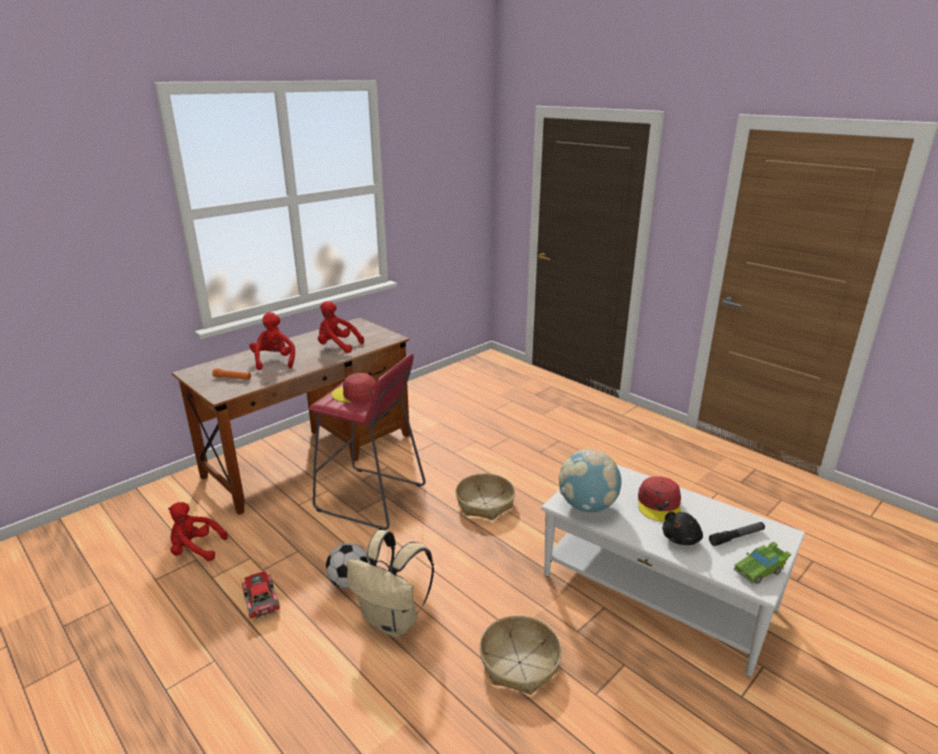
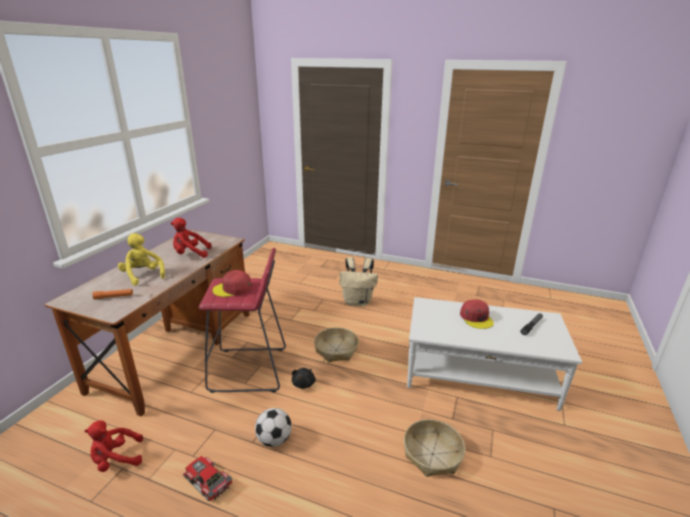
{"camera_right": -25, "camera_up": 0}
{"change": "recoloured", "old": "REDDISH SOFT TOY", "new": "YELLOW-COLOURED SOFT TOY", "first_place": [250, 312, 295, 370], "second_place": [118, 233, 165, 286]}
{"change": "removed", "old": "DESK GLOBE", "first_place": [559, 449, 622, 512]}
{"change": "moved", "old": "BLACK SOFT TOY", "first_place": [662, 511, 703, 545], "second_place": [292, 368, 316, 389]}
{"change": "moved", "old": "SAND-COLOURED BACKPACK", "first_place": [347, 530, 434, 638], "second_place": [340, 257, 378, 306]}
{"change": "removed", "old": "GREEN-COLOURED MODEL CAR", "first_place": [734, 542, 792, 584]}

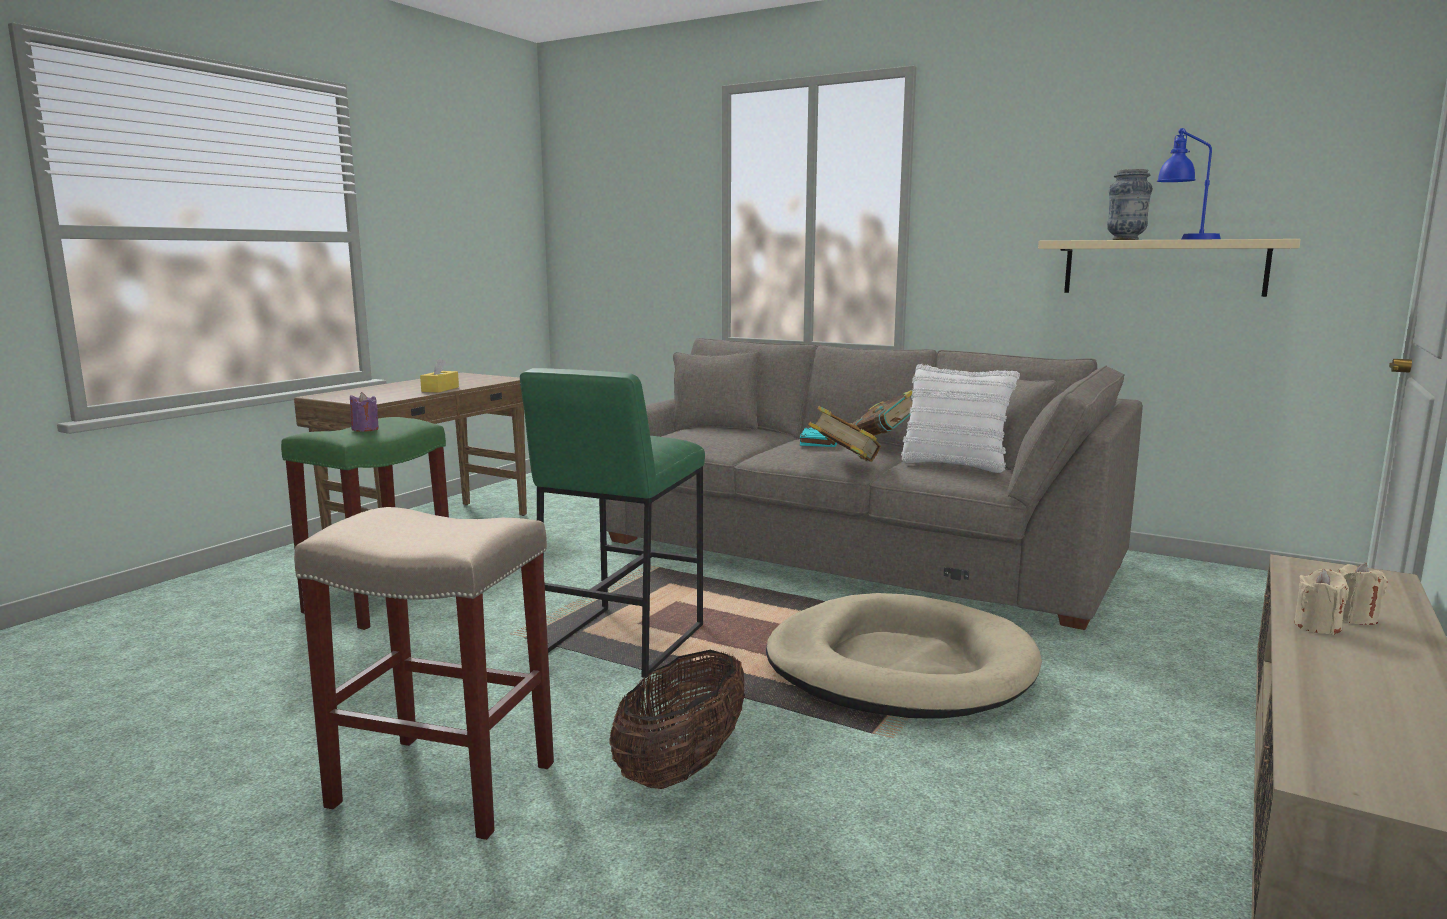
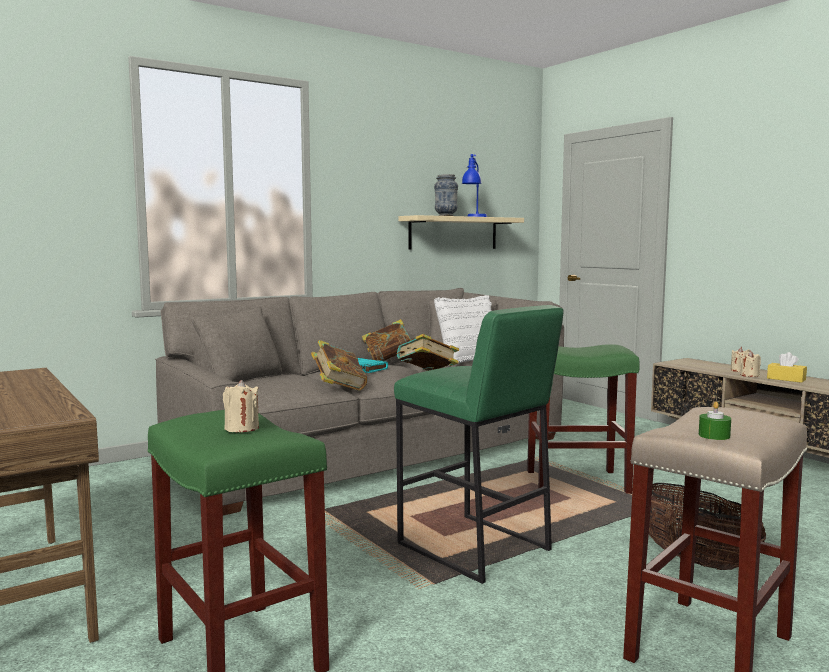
{"camera_right": -65, "camera_up": -5}
{"change": "moved", "old": "YELLOW-COLOURED TISSUE HOLDER", "first_place": [420, 358, 459, 393], "second_place": [767, 352, 807, 383]}
{"change": "recoloured", "old": "PURPLE CANDLE", "new": "SAND-COLOURED CANDLE", "first_place": [350, 392, 379, 432], "second_place": [223, 380, 259, 432]}
{"change": "replaced", "old": "SAND-COLOURED PET BED", "new": "GREEN-COLOURED SITTING STOOL", "first_place": [766, 593, 1042, 719], "second_place": [527, 344, 640, 494]}
{"change": "added", "new": "BOUND BOOK", "second_place": [311, 340, 367, 391]}
{"change": "added", "new": "GREEN-COLOURED CANDLE", "second_place": [699, 401, 731, 440]}

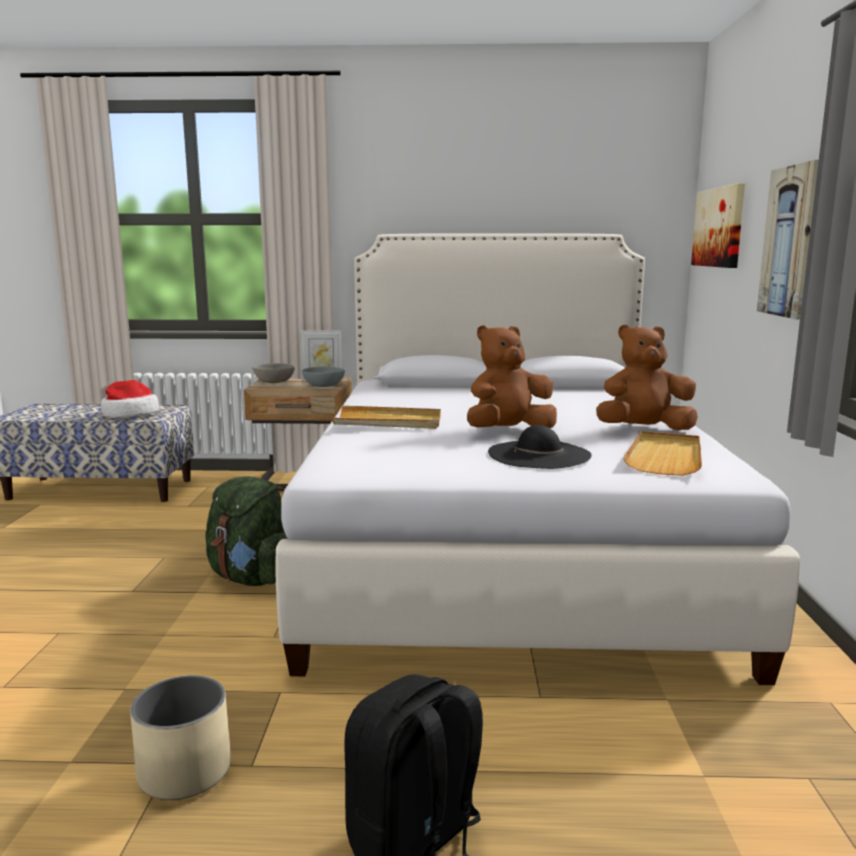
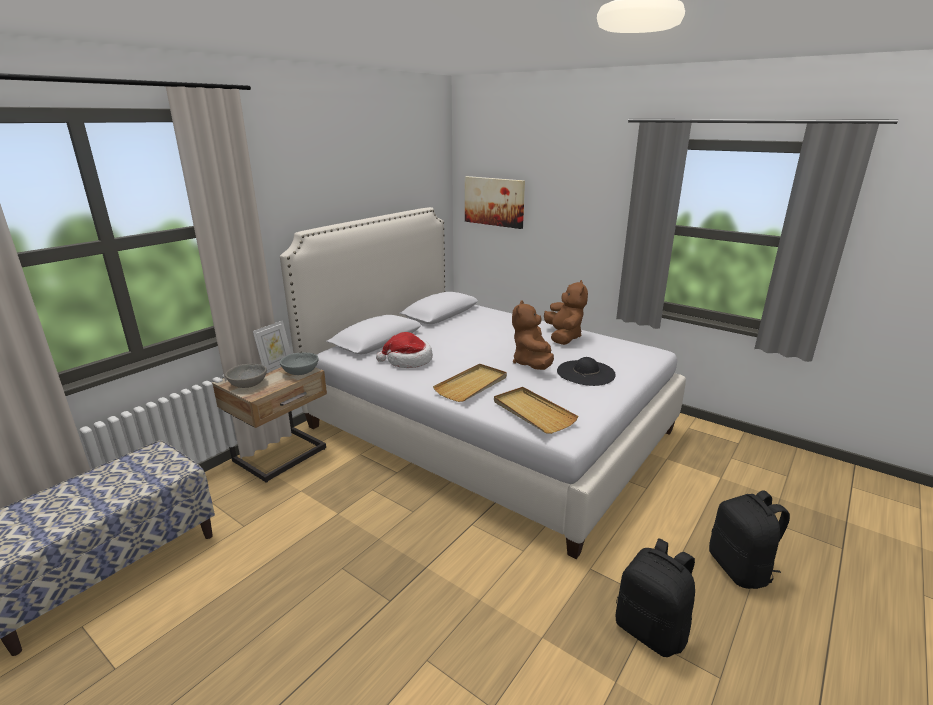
{"camera_right": -55, "camera_up": 10}
{"change": "removed", "old": "PICTURE", "first_place": [757, 160, 819, 320]}
{"change": "turned", "old": "BROWNISH SOFT TOY", "first_place": [596, 324, 698, 431], "second_place": [544, 280, 588, 345], "degrees": 150}
{"change": "moved", "old": "WEARABLE HAT", "first_place": [101, 380, 159, 418], "second_place": [376, 332, 433, 368]}
{"change": "moved", "old": "SAND-COLOURED CARRYING TRAY", "first_place": [623, 431, 702, 476], "second_place": [494, 387, 578, 434]}
{"change": "removed", "old": "GREEN-COLOURED BACKPACK", "first_place": [205, 476, 287, 586]}
{"change": "replaced", "old": "SAND-COLOURED PLANTER", "new": "BLACK BACKPACK", "first_place": [130, 675, 231, 800], "second_place": [616, 538, 695, 657]}

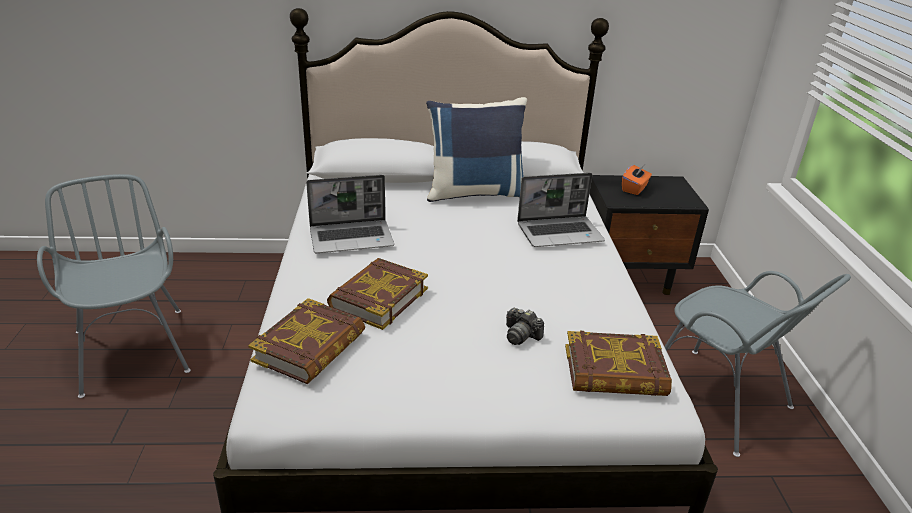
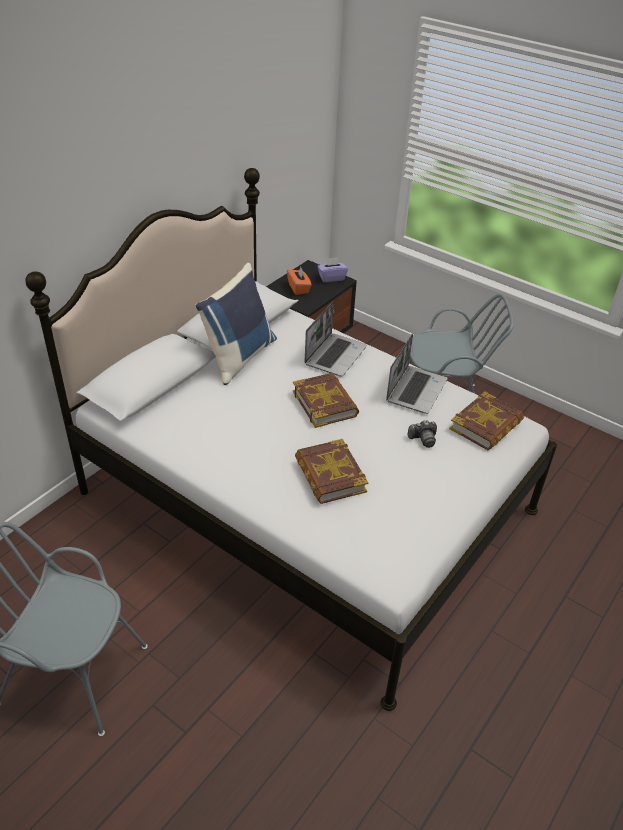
{"camera_right": -50, "camera_up": 10}
{"change": "moved", "old": "PORTABLE COMPUTER", "first_place": [306, 175, 394, 253], "second_place": [386, 333, 448, 414]}
{"change": "moved", "old": "BOUND BOOK", "first_place": [248, 298, 365, 384], "second_place": [293, 373, 359, 428]}
{"change": "added", "new": "PURPLE TISSUE HOLDER", "second_place": [317, 257, 348, 282]}

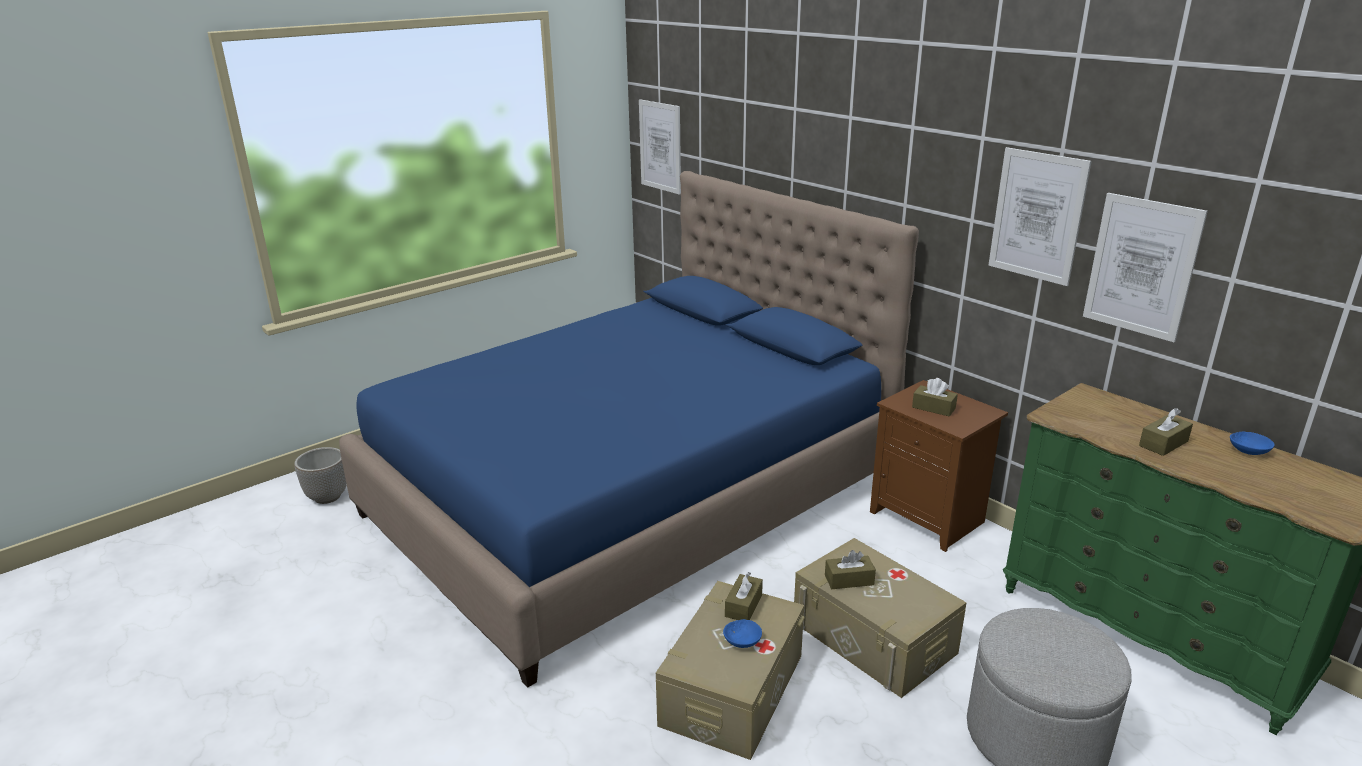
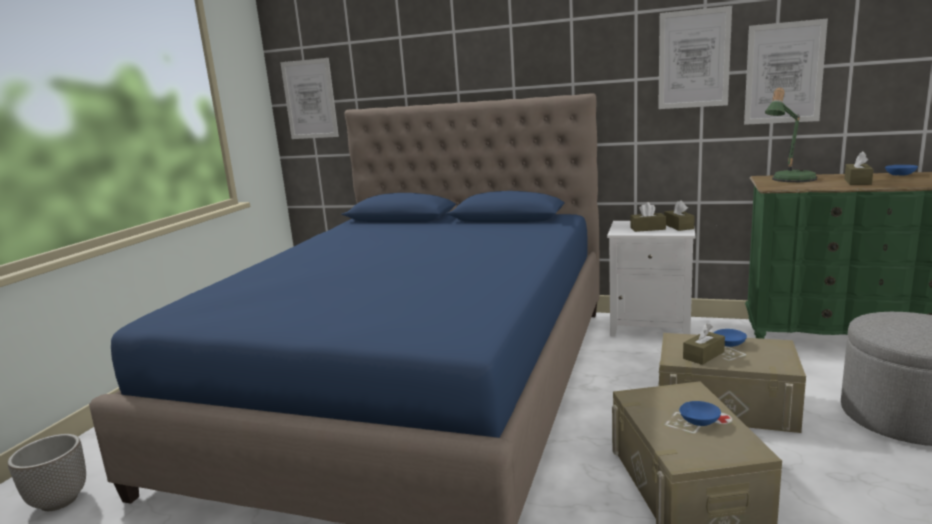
{"camera_right": -30, "camera_up": -10}
{"change": "recoloured", "old": "BROWNISH NIGHT TABLE", "new": "WHITE-COLOURED NIGHT TABLE", "first_place": [870, 380, 1008, 552], "second_place": [607, 221, 695, 336]}
{"change": "moved", "old": "BROWNISH TISSUE HOLDER", "first_place": [725, 572, 763, 620], "second_place": [664, 200, 695, 231]}
{"change": "added", "new": "TABLETOP LAMP", "second_place": [765, 87, 817, 182]}
{"change": "added", "new": "BLUISH BOWL", "second_place": [714, 329, 747, 347]}

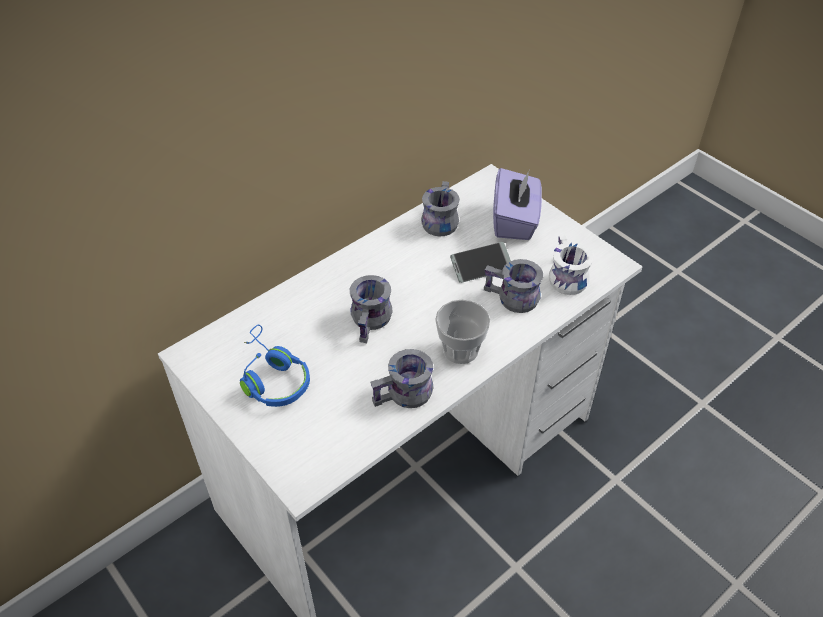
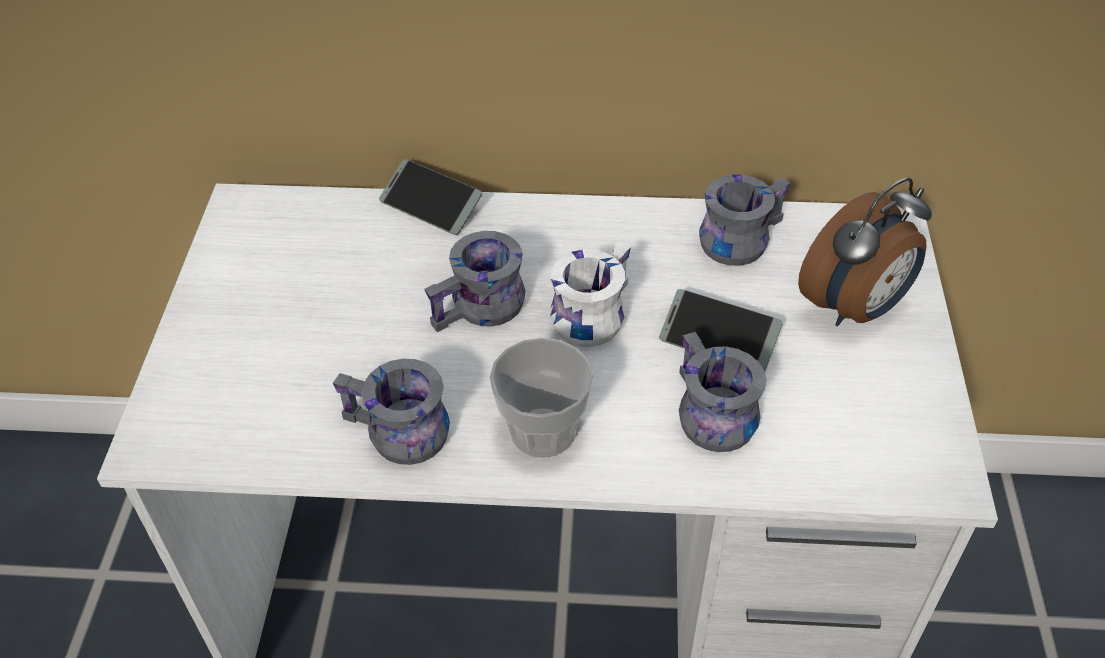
{"camera_right": 45, "camera_up": 0}
{"change": "replaced", "old": "PURPLE TISSUE HOLDER", "new": "ALARM CLOCK", "first_place": [493, 168, 542, 240], "second_place": [798, 177, 932, 326]}
{"change": "moved", "old": "WHITE-COLOURED TEA MUG", "first_place": [549, 235, 594, 295], "second_place": [550, 242, 631, 347]}
{"change": "removed", "old": "BLUISH PAIR OF HEADPHONES", "first_place": [240, 325, 310, 407]}
{"change": "added", "new": "HANDSET", "second_place": [379, 159, 482, 235]}

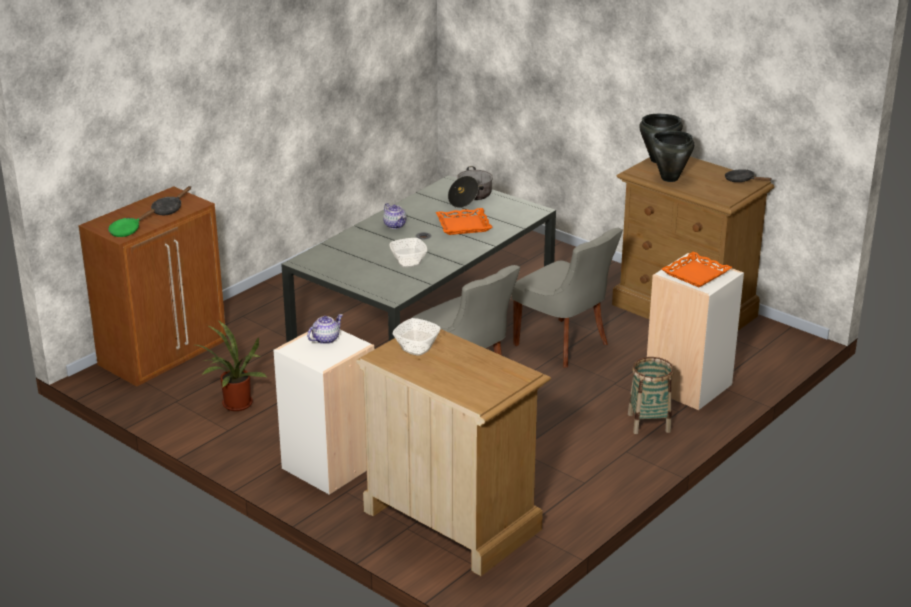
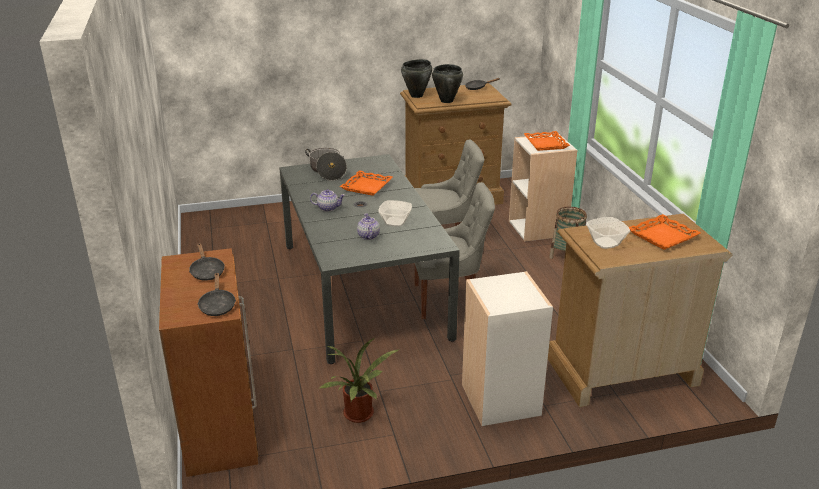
{"camera_right": -55, "camera_up": 0}
{"change": "recoloured", "old": "GREEN-COLOURED PAN", "new": "BLACK PAN", "first_place": [108, 209, 155, 237], "second_place": [197, 273, 236, 316]}
{"change": "moved", "old": "TEAPOT", "first_place": [307, 314, 343, 344], "second_place": [357, 213, 380, 240]}
{"change": "added", "new": "ORANGEY CARRYING TRAY", "second_place": [629, 214, 701, 250]}

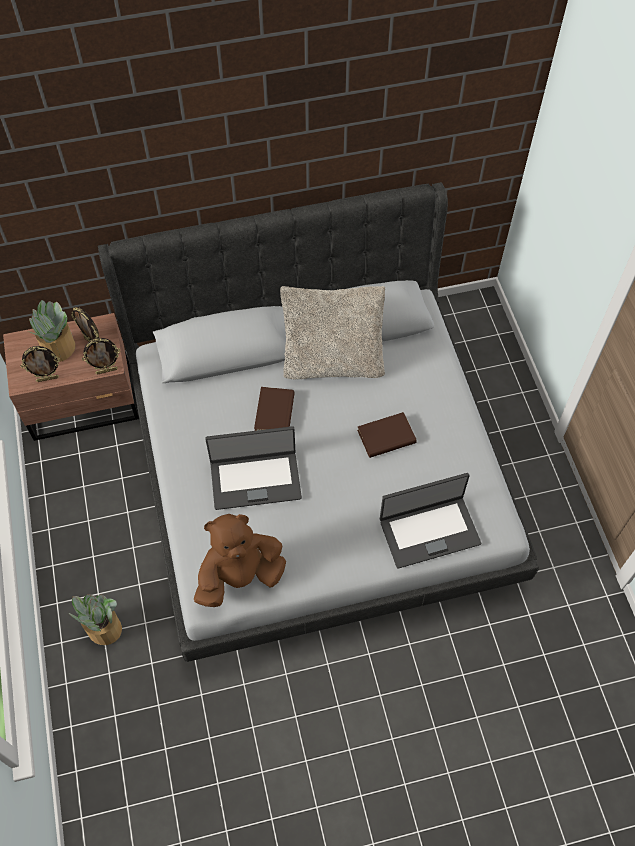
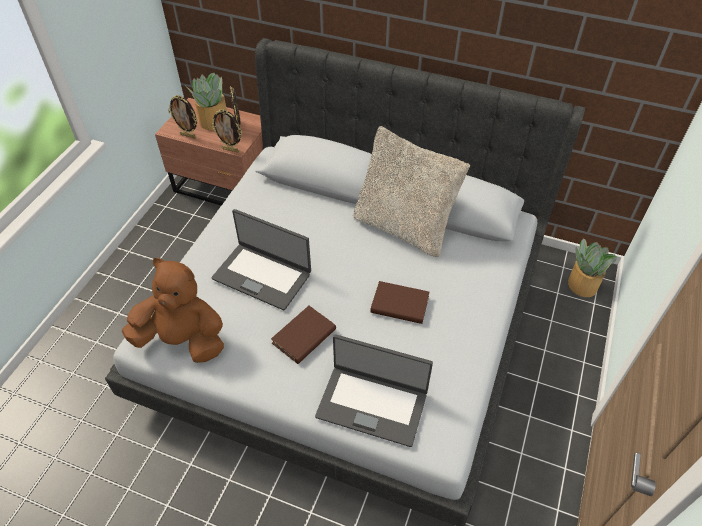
{"camera_right": 35, "camera_up": -10}
{"change": "moved", "old": "BROWNISH BOUND BOOK", "first_place": [254, 387, 295, 431], "second_place": [271, 306, 336, 364]}
{"change": "moved", "old": "PLANT IN A POT", "first_place": [68, 594, 122, 645], "second_place": [568, 238, 617, 297]}

